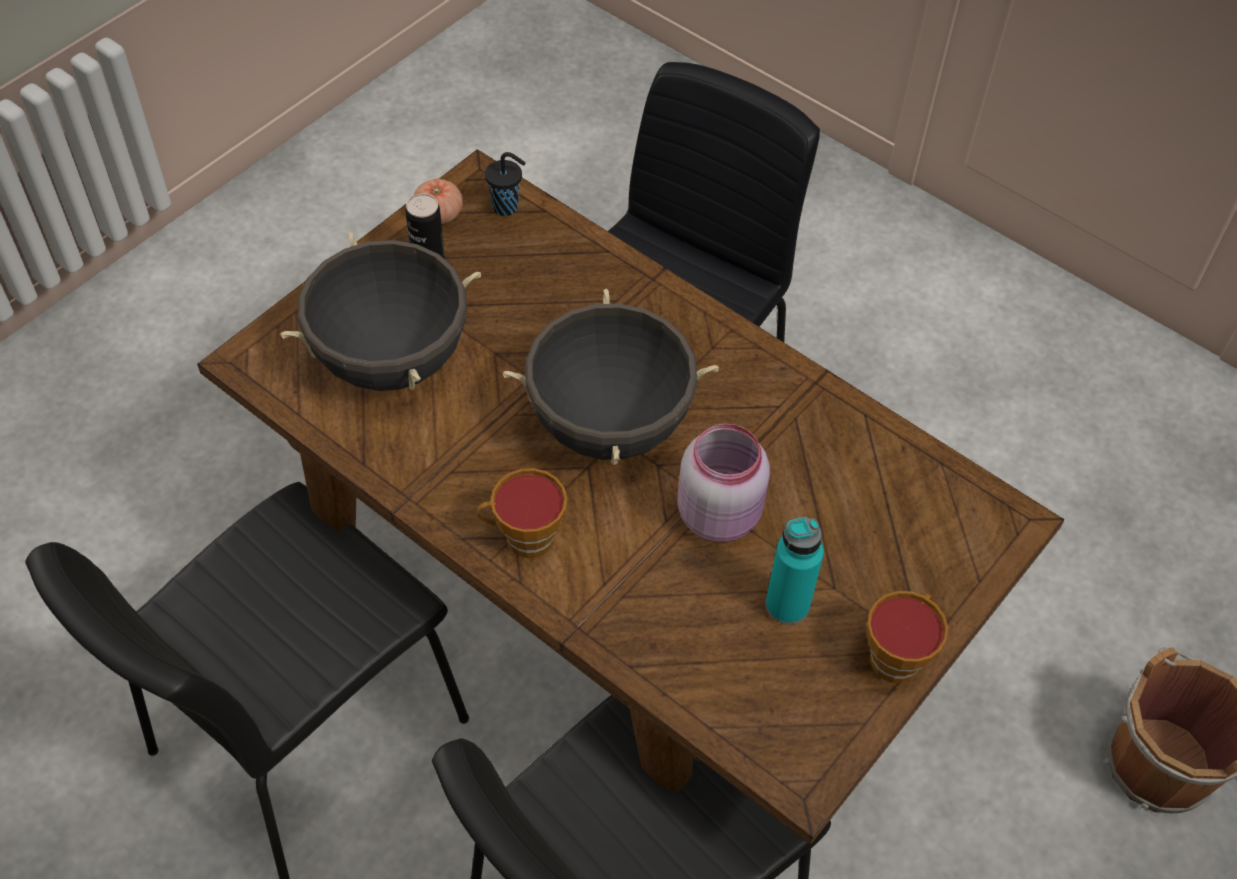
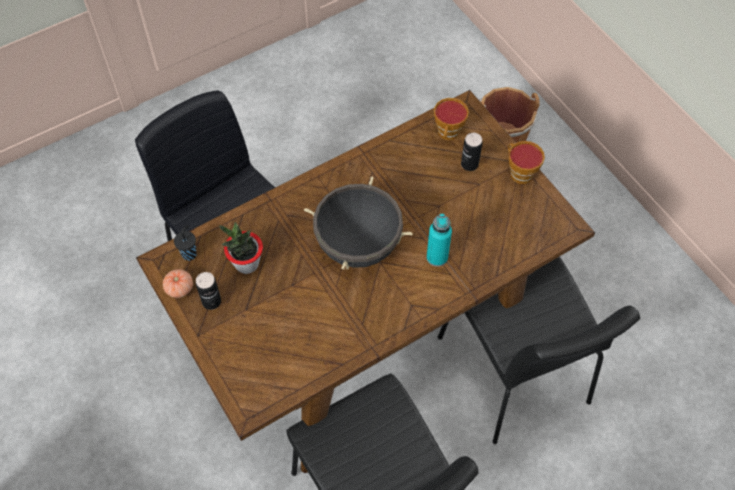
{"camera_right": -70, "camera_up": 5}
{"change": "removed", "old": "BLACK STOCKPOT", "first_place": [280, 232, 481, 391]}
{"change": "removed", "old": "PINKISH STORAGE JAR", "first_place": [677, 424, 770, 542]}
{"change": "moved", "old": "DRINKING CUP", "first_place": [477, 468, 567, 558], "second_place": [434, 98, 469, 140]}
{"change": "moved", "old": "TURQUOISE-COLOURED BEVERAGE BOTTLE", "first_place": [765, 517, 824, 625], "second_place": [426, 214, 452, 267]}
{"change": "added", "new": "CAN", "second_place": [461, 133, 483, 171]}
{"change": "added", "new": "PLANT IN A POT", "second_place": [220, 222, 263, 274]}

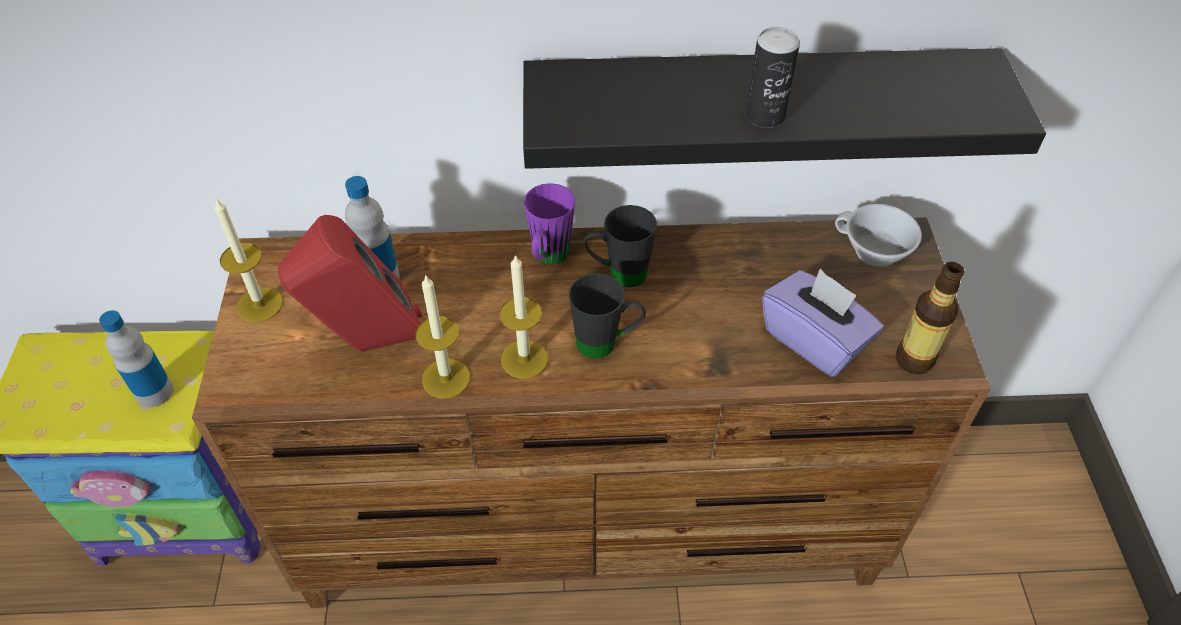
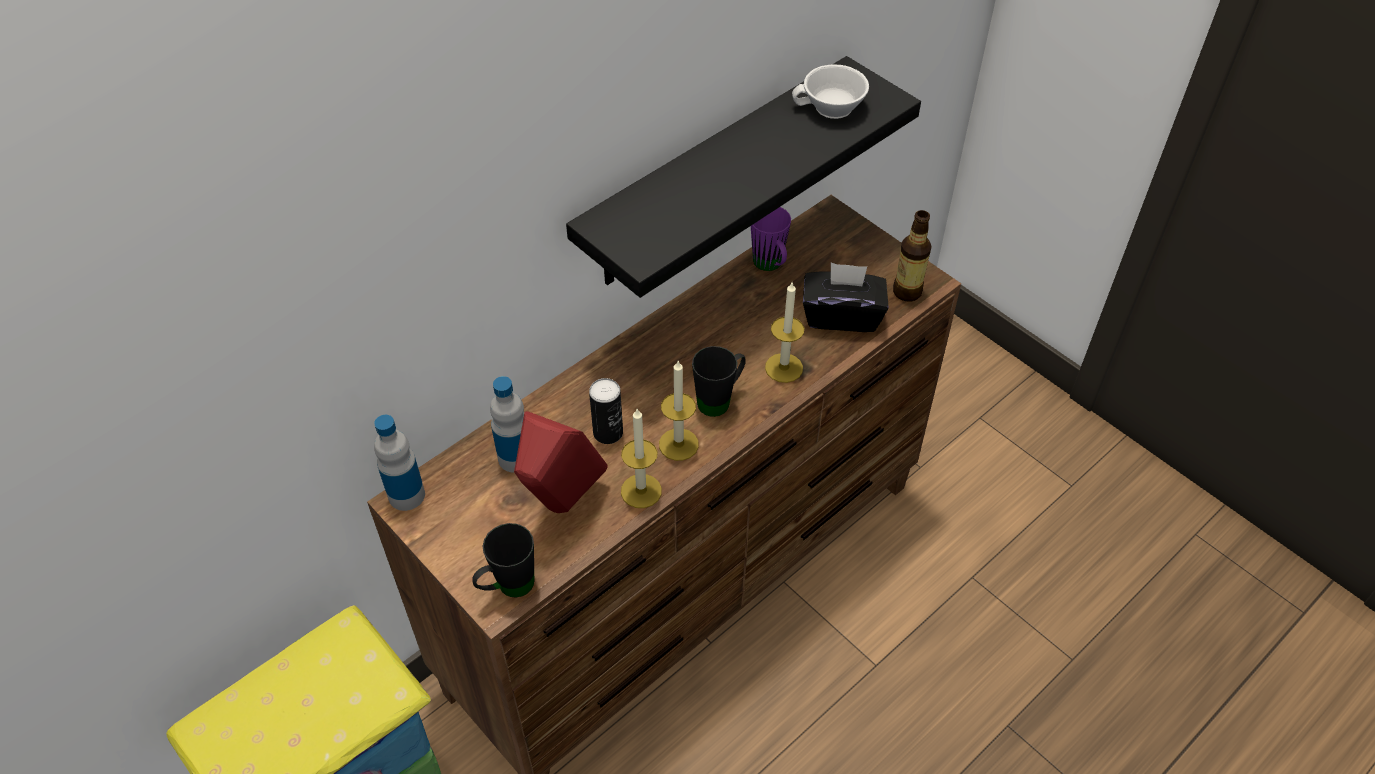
{"camera_right": -40, "camera_up": 0}
{"change": "moved", "old": "CAN", "first_place": [746, 27, 800, 128], "second_place": [589, 378, 623, 444]}
{"change": "moved", "old": "PURPLE TEA MUG", "first_place": [524, 183, 575, 264], "second_place": [751, 207, 791, 271]}
{"change": "moved", "old": "CANDLE", "first_place": [214, 198, 283, 322], "second_place": [765, 283, 804, 383]}
{"change": "moved", "old": "WHITE-COLOURED DRINKING CUP", "first_place": [835, 204, 922, 267], "second_place": [792, 64, 869, 119]}
{"change": "moved", "old": "BLACK TEA MUG", "first_place": [583, 205, 657, 287], "second_place": [472, 523, 534, 597]}
{"change": "recoloured", "old": "PURPLE TISSUE HOLDER", "new": "BLACK TISSUE HOLDER", "first_place": [762, 269, 884, 377], "second_place": [803, 263, 888, 332]}
{"change": "moved", "old": "BEVERAGE BOTTLE", "first_place": [99, 310, 173, 407], "second_place": [374, 415, 425, 511]}

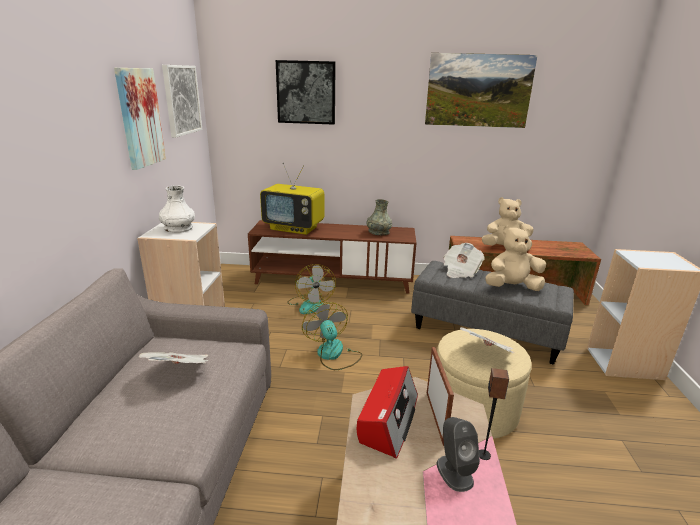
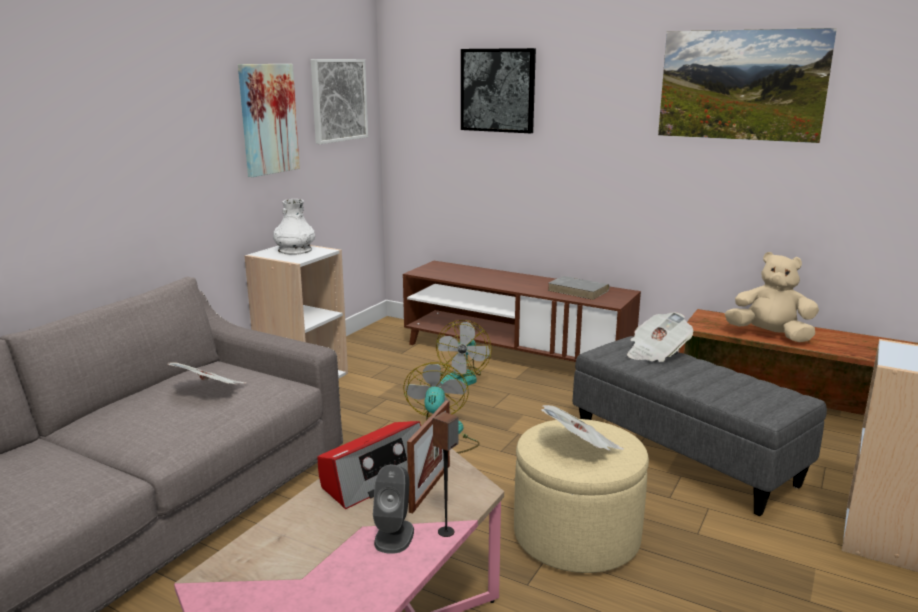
{"camera_right": 25, "camera_up": -5}
{"change": "removed", "old": "TV SET", "first_place": [260, 163, 324, 235]}
{"change": "replaced", "old": "GREY VASE", "new": "GREY BOUND BOOK", "first_place": [366, 199, 392, 236], "second_place": [547, 276, 609, 300]}
{"change": "removed", "old": "SAND-COLOURED SOFT TOY", "first_place": [485, 226, 546, 291]}

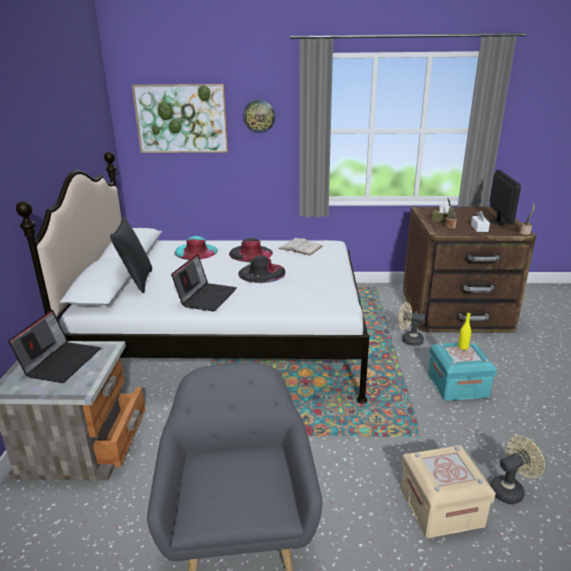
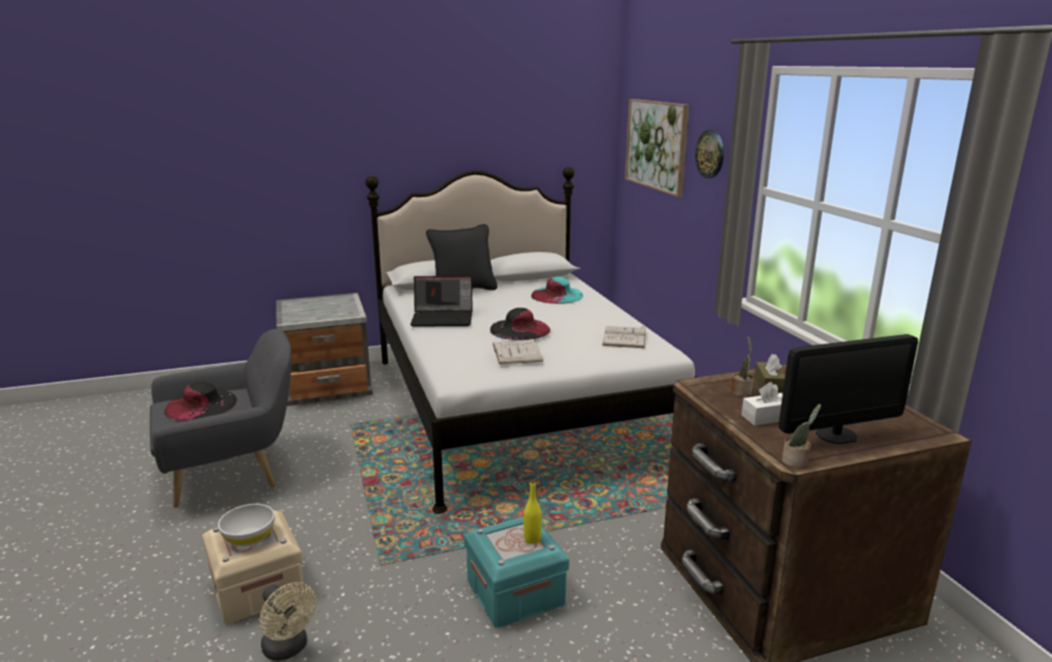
{"camera_right": 70, "camera_up": -5}
{"change": "moved", "old": "BLACK WEARABLE HAT", "first_place": [229, 238, 273, 262], "second_place": [164, 382, 237, 421]}
{"change": "removed", "old": "SAND-COLOURED FAN", "first_place": [398, 302, 425, 346]}
{"change": "removed", "old": "PORTABLE COMPUTER", "first_place": [8, 310, 101, 383]}
{"change": "added", "new": "WHITE-COLOURED BOUND BOOK", "second_place": [492, 340, 543, 364]}
{"change": "added", "new": "WHITE-COLOURED BOWL", "second_place": [218, 504, 275, 547]}

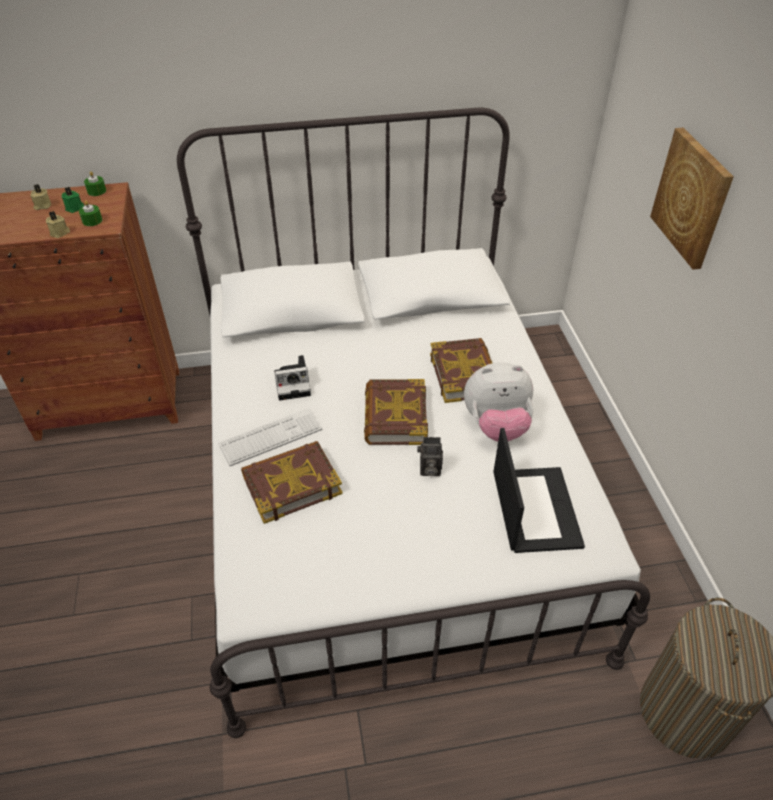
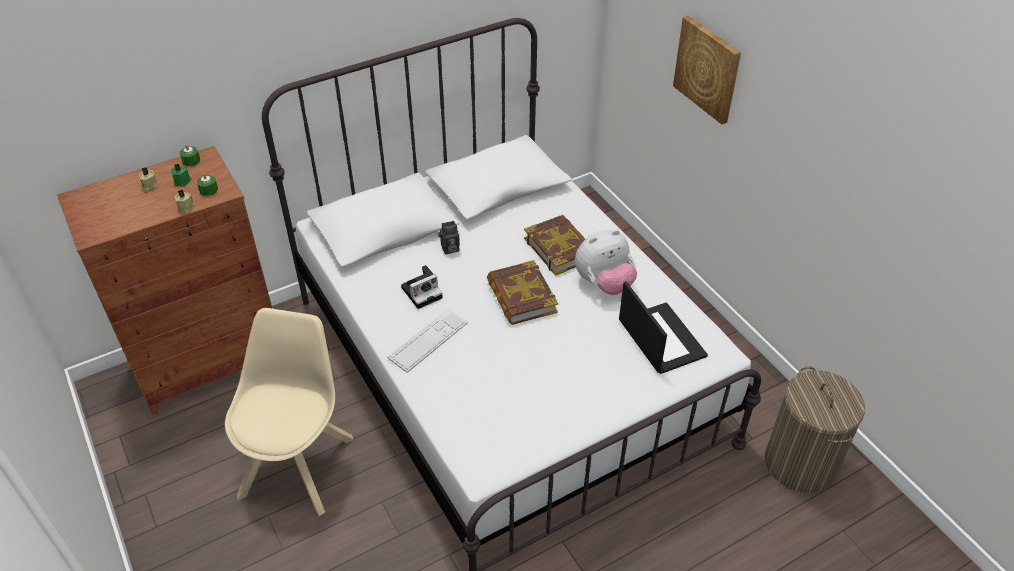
{"camera_right": -20, "camera_up": 0}
{"change": "moved", "old": "PHOTO CAMERA", "first_place": [417, 437, 443, 476], "second_place": [438, 221, 460, 254]}
{"change": "removed", "old": "BOUND BOOK", "first_place": [241, 441, 343, 524]}
{"change": "added", "new": "SAND-COLOURED PLAIN CHAIR", "second_place": [225, 308, 354, 516]}

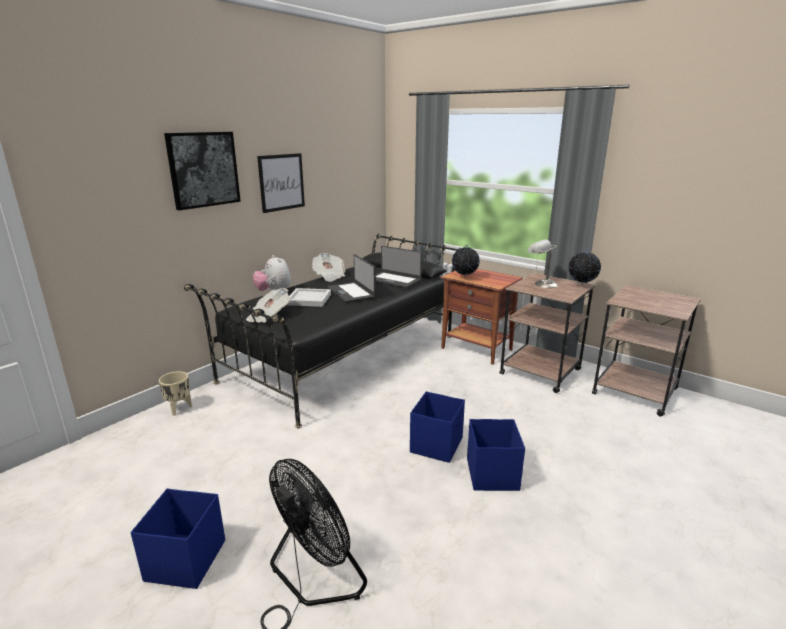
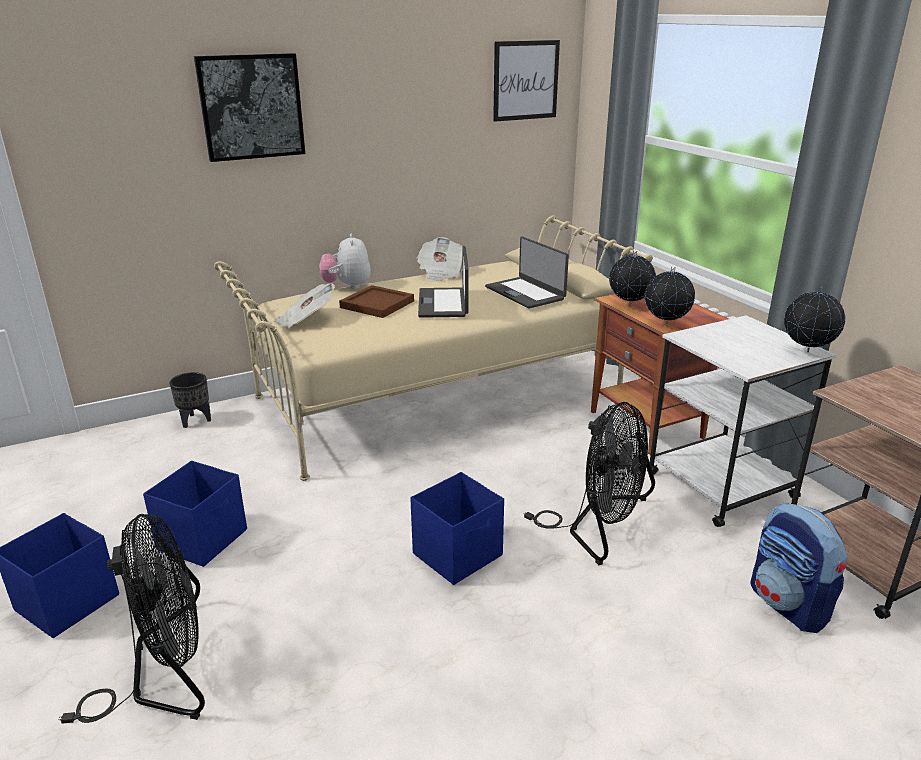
{"camera_right": 25, "camera_up": 5}
{"change": "moved", "old": "PICTURE", "first_place": [257, 153, 305, 213], "second_place": [493, 40, 560, 122]}
{"change": "recoloured", "old": "BLACK SLEEPING BED", "new": "SAND-COLOURED SLEEPING BED", "first_place": [184, 234, 460, 428], "second_place": [214, 215, 653, 481]}
{"change": "removed", "old": "WHITE-COLOURED TABLETOP LAMP", "first_place": [527, 239, 558, 288]}
{"change": "recoloured", "old": "BROWNISH TROLLEY", "new": "WHITE-COLOURED TROLLEY", "first_place": [499, 273, 595, 393], "second_place": [647, 316, 837, 527]}
{"change": "recoloured", "old": "WHITE-COLOURED CARRYING TRAY", "new": "BROWNISH CARRYING TRAY", "first_place": [287, 288, 331, 307], "second_place": [339, 285, 414, 318]}
{"change": "recoloured", "old": "SAND-COLOURED PLANTER", "new": "BLACK PLANTER", "first_place": [159, 371, 192, 416], "second_place": [170, 372, 211, 428]}
{"change": "moved", "old": "BLUISH STORAGE CONTAINER", "first_place": [467, 419, 525, 491], "second_place": [143, 461, 247, 567]}
{"change": "added", "new": "DESK GLOBE", "second_place": [645, 267, 695, 326]}
{"change": "added", "new": "BLACK FAN", "second_place": [524, 402, 655, 565]}
{"change": "added", "new": "BACKPACK", "second_place": [750, 503, 847, 633]}

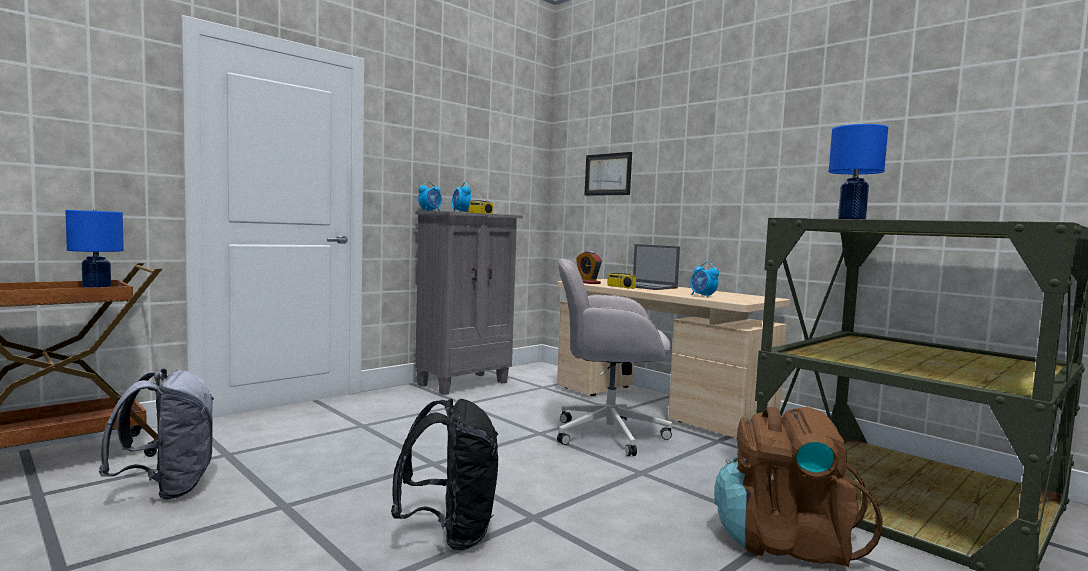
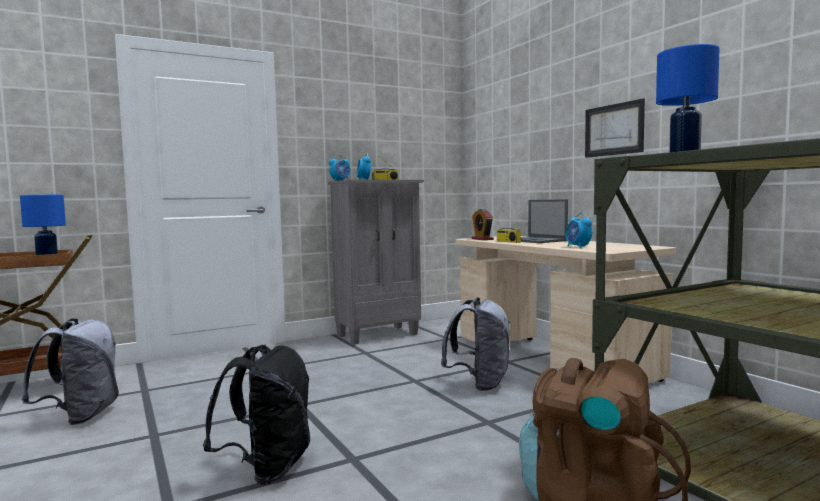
{"camera_right": 15, "camera_up": 0}
{"change": "moved", "old": "PICTURE", "first_place": [584, 152, 632, 196], "second_place": [585, 98, 645, 158]}
{"change": "replaced", "old": "GREY OFFICE CHAIR", "new": "GREY BACKPACK", "first_place": [557, 259, 672, 456], "second_place": [441, 297, 510, 391]}

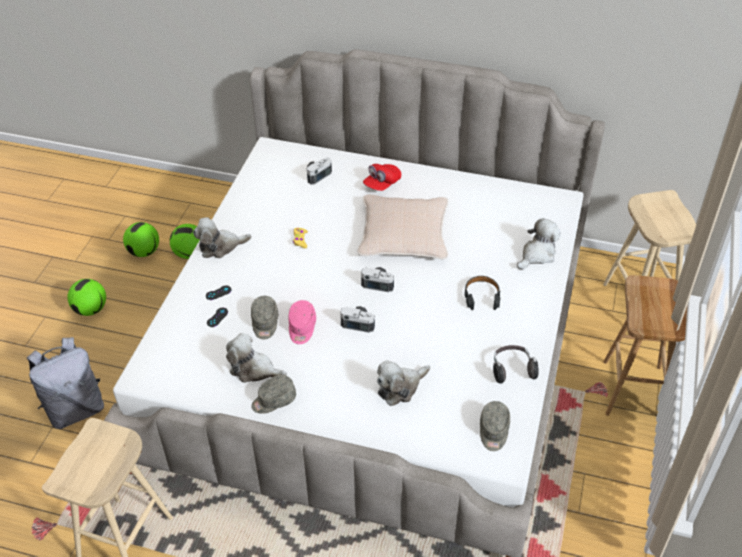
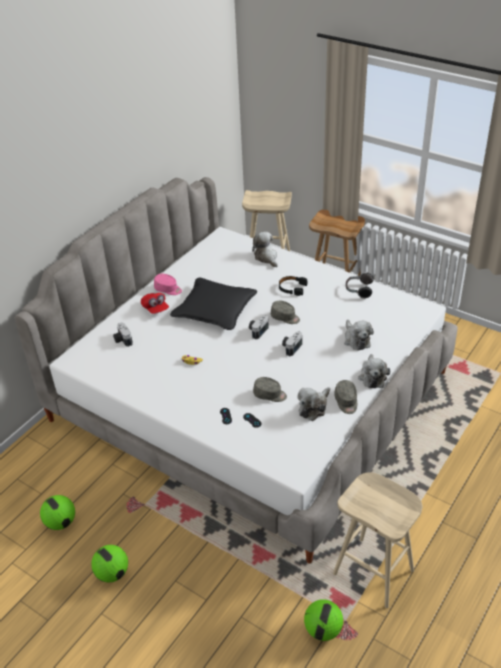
{"camera_right": -70, "camera_up": -5}
{"change": "recoloured", "old": "SAND-COLOURED THROW PILLOW", "new": "BLACK THROW PILLOW", "first_place": [357, 194, 448, 259], "second_place": [170, 278, 257, 330]}
{"change": "moved", "old": "SOFT TOY", "first_place": [193, 217, 251, 258], "second_place": [358, 354, 390, 388]}
{"change": "moved", "old": "FOOTBALL BALL", "first_place": [170, 224, 200, 259], "second_place": [304, 599, 343, 641]}
{"change": "moved", "old": "PINKISH CAP", "first_place": [289, 300, 316, 344], "second_place": [154, 274, 182, 295]}
{"change": "removed", "old": "GREY BACKPACK", "first_place": [27, 337, 104, 429]}
{"change": "moved", "old": "GREY CAP", "first_place": [480, 401, 510, 451], "second_place": [271, 301, 300, 324]}

